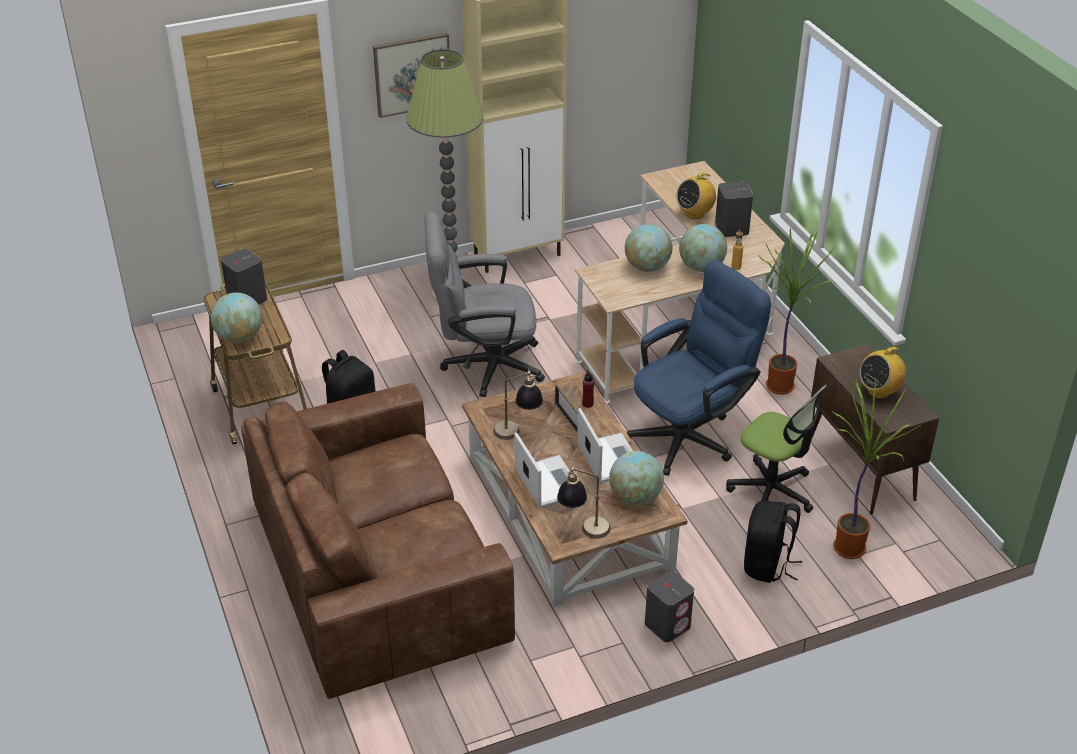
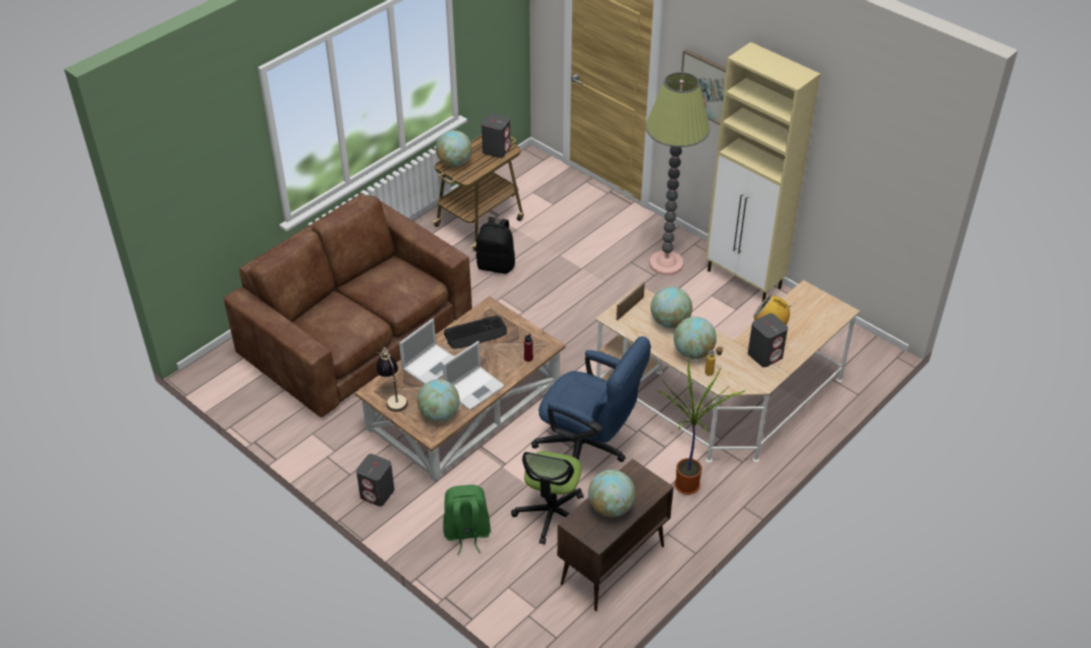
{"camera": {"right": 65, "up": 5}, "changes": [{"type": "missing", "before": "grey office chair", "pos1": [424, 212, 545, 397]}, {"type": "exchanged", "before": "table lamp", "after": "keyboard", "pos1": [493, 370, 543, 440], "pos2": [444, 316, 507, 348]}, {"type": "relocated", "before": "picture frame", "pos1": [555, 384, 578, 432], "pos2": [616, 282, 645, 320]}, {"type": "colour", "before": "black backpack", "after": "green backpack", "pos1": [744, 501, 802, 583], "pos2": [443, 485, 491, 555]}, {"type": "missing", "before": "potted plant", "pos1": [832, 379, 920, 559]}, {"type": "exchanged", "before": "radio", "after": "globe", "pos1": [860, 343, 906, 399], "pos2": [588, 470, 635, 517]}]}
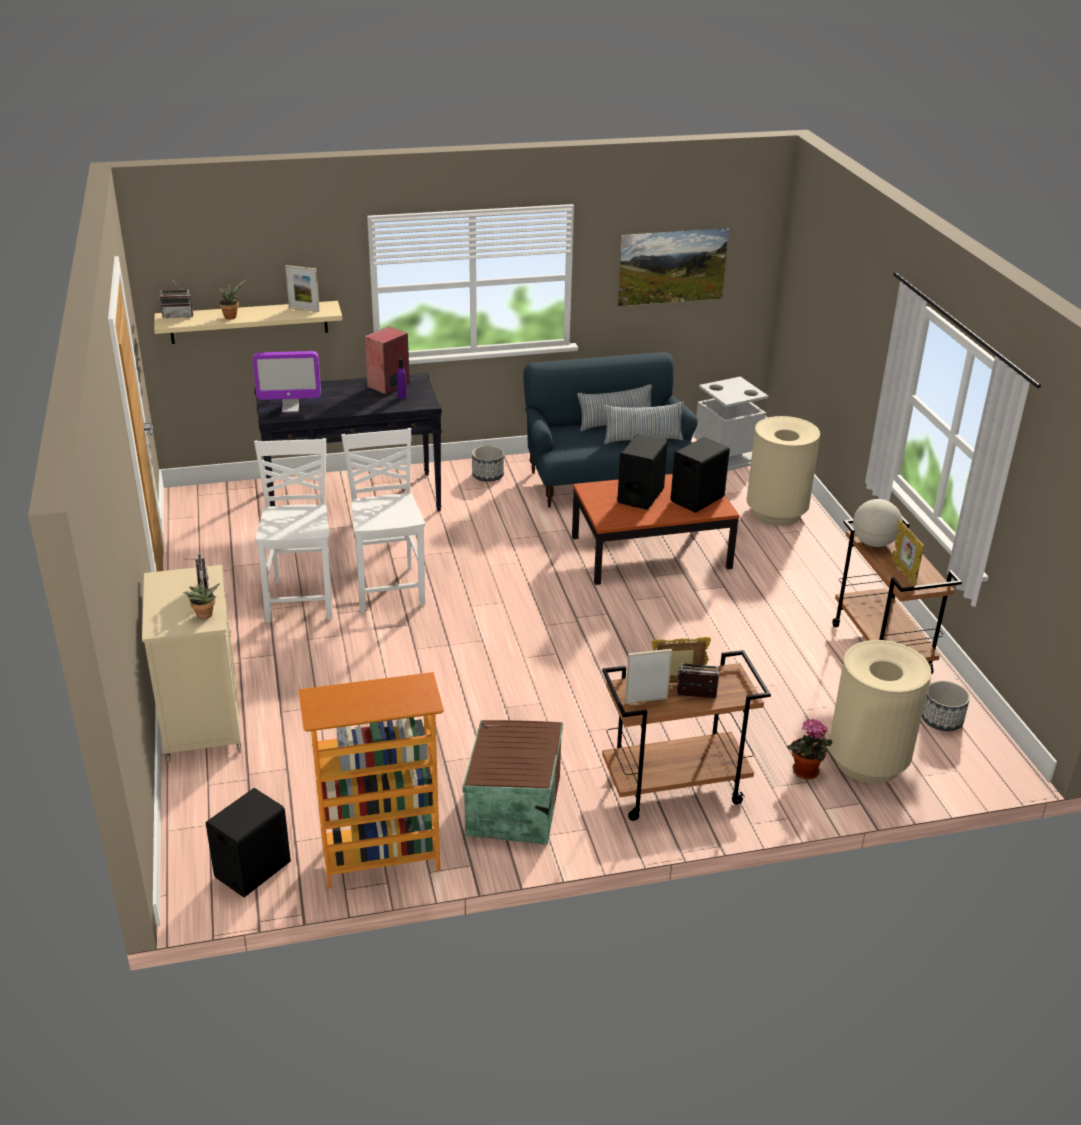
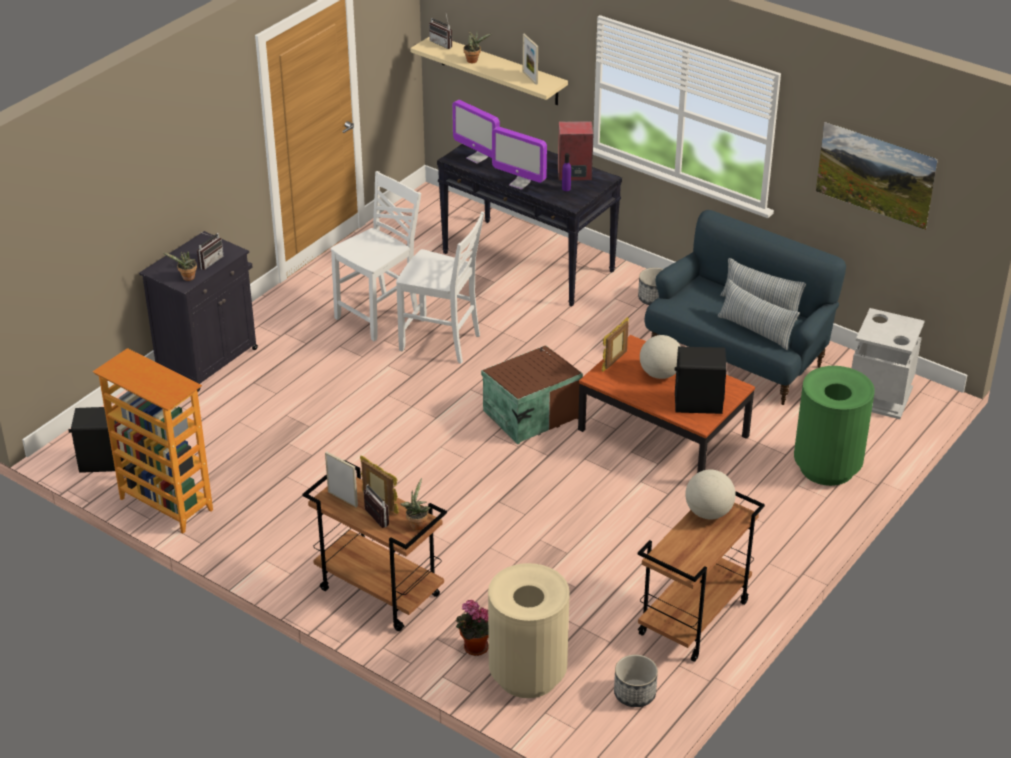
{"camera": {"right": 50, "up": 5}, "changes": [{"type": "colour", "before": "beige cabinet", "after": "black cabinet", "pos1": [142, 565, 241, 763], "pos2": [139, 231, 258, 392]}, {"type": "spun", "before": "white chair", "pos1": [341, 428, 425, 613], "pos2": [396, 212, 485, 364], "turn": 75}, {"type": "relocated", "before": "brown storage box", "pos1": [463, 720, 563, 845], "pos2": [481, 345, 583, 444]}, {"type": "exchanged", "before": "black speaker", "after": "globe", "pos1": [617, 434, 668, 510], "pos2": [640, 335, 681, 379]}, {"type": "colour", "before": "beige trash can", "after": "green trash can", "pos1": [747, 416, 820, 526], "pos2": [794, 366, 875, 486]}, {"type": "relocated", "before": "picture frame", "pos1": [891, 520, 924, 586], "pos2": [602, 317, 629, 372]}, {"type": "appeared", "after": "potted plant", "pos2": [400, 478, 431, 530]}, {"type": "appeared", "after": "monitor", "pos2": [492, 126, 547, 190]}]}
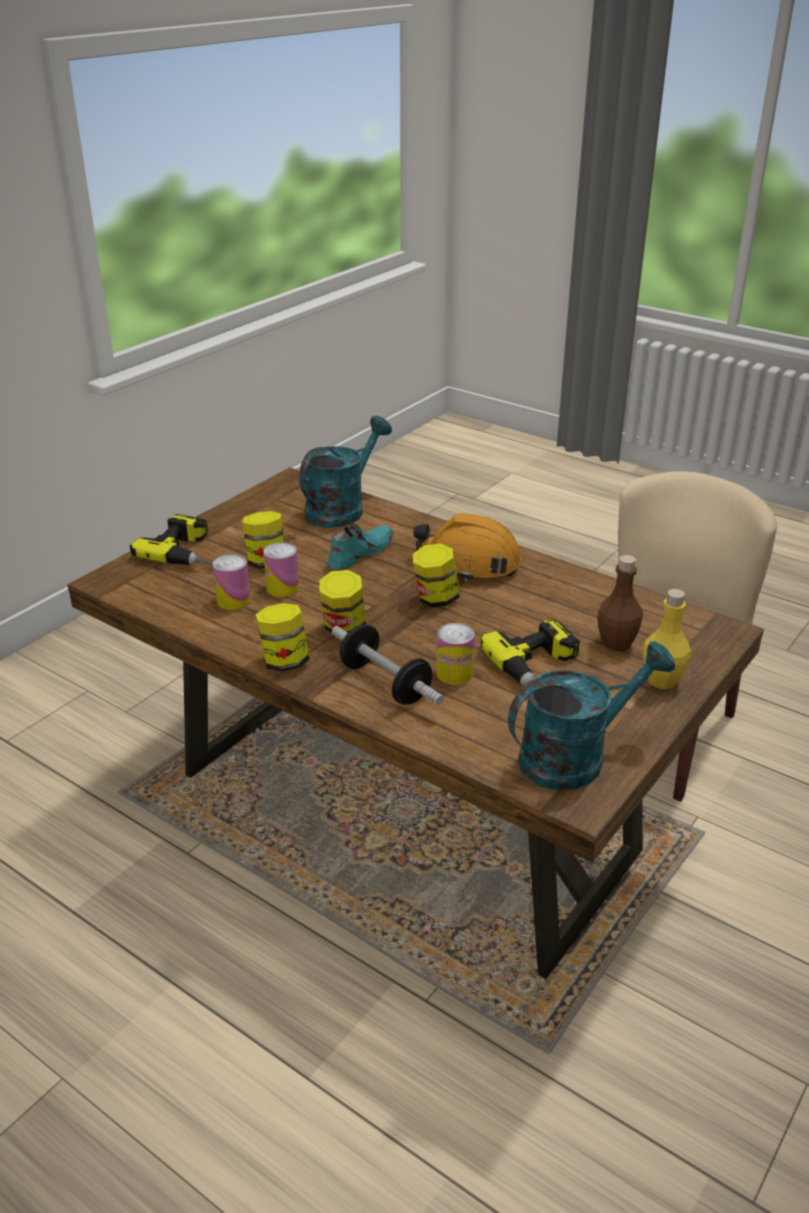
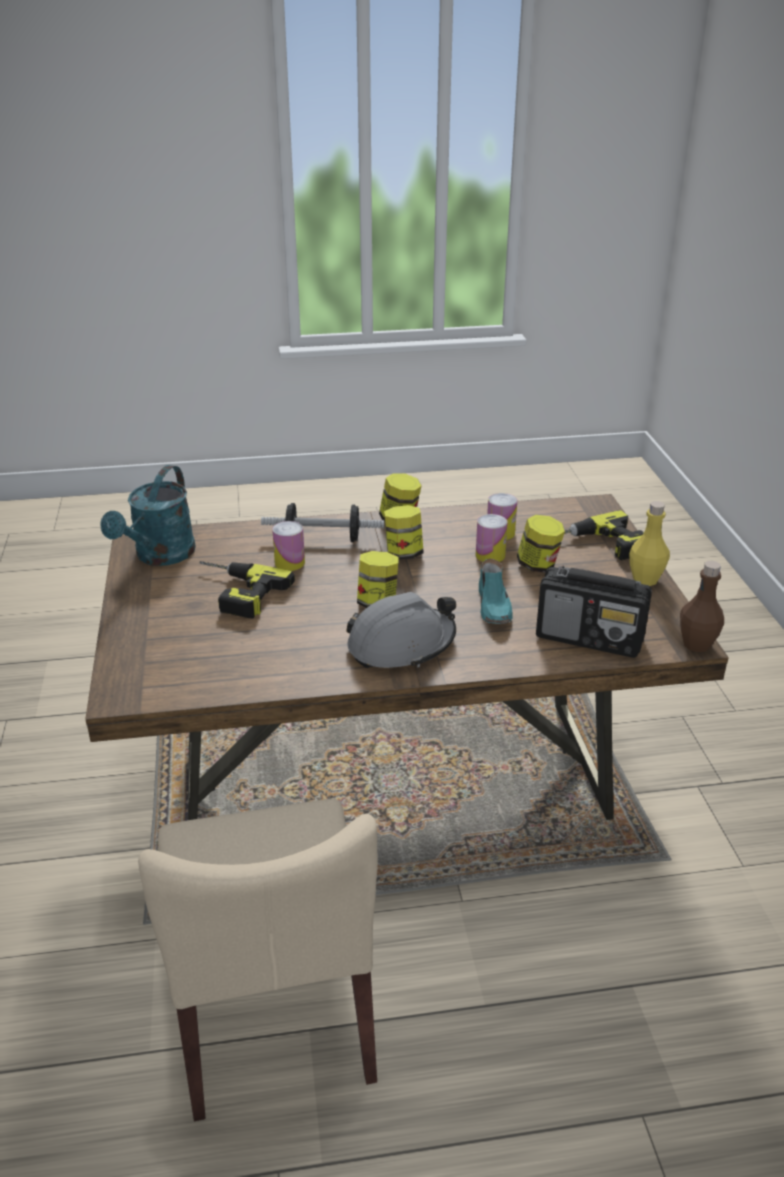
{"camera": {"right": 135, "up": 0}, "changes": [{"type": "exchanged", "before": "turquoise watering can", "after": "radio", "pos1": [299, 416, 392, 528], "pos2": [536, 566, 652, 658]}, {"type": "colour", "before": "orange hard hat", "after": "grey hard hat", "pos1": [413, 513, 521, 582], "pos2": [346, 592, 456, 668]}, {"type": "relocated", "before": "brown bottle", "pos1": [597, 555, 643, 651], "pos2": [680, 561, 724, 652]}, {"type": "relocated", "before": "yellow bottle", "pos1": [643, 589, 691, 689], "pos2": [629, 501, 670, 586]}]}
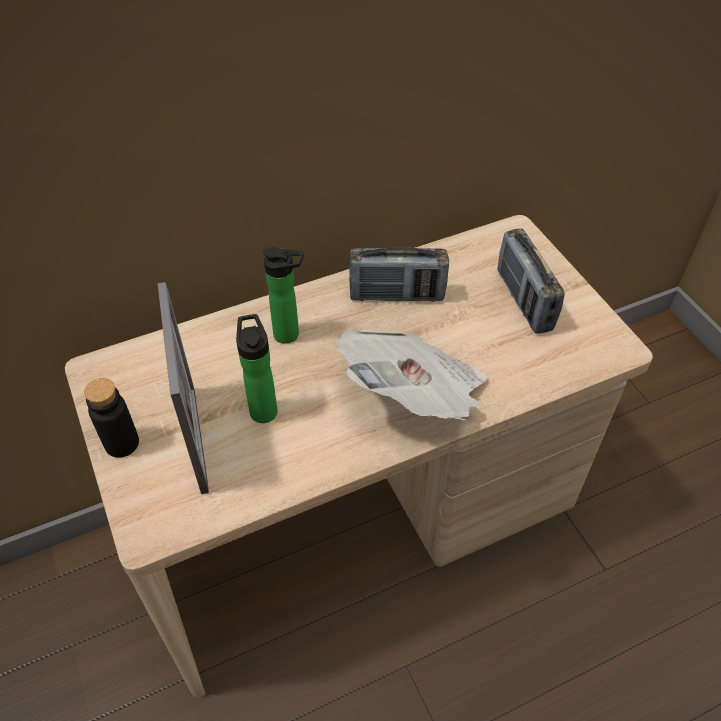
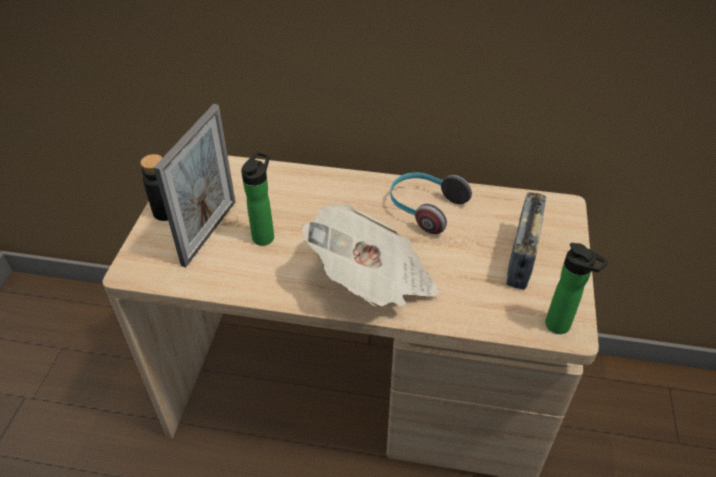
{"camera": {"right": 35, "up": -5}, "changes": [{"type": "relocated", "before": "bottle", "pos1": [262, 247, 304, 344], "pos2": [545, 243, 609, 334]}, {"type": "exchanged", "before": "radio", "after": "headphones", "pos1": [349, 247, 449, 302], "pos2": [390, 173, 472, 234]}]}
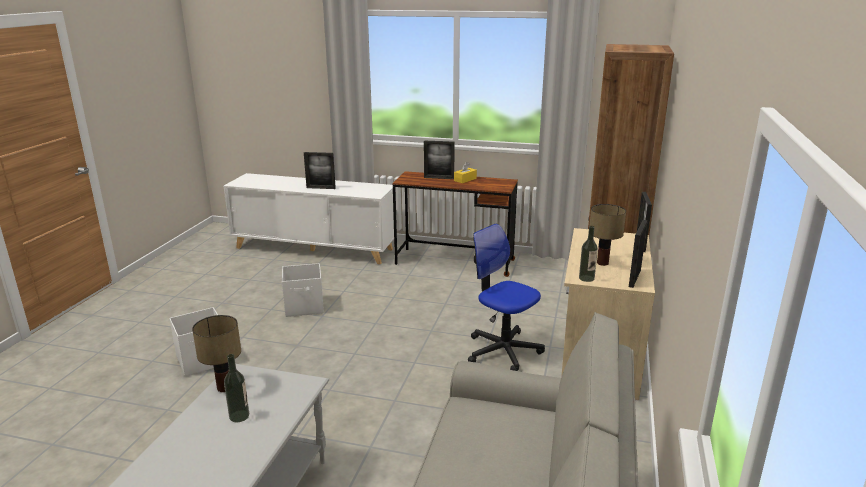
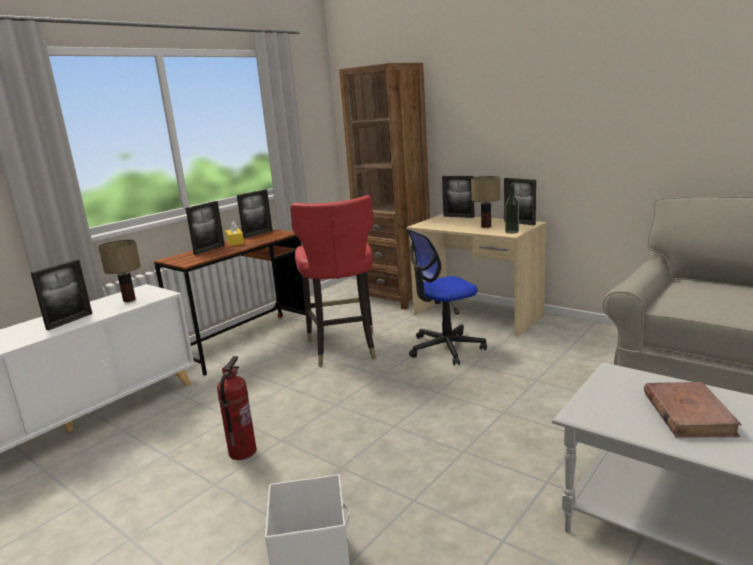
{"camera": {"right": -65, "up": -5}, "changes": [{"type": "relocated", "before": "table lamp", "pos1": [192, 315, 241, 392], "pos2": [98, 240, 141, 302]}, {"type": "exchanged", "before": "bottle", "after": "brown book", "pos1": [224, 354, 249, 422], "pos2": [644, 382, 742, 437]}, {"type": "exchanged", "before": "white storage box", "after": "fire extinguisher", "pos1": [282, 263, 324, 317], "pos2": [217, 356, 257, 460]}, {"type": "appeared", "after": "picture frame", "pos2": [237, 189, 273, 238]}, {"type": "appeared", "after": "red chair", "pos2": [290, 195, 376, 367]}]}
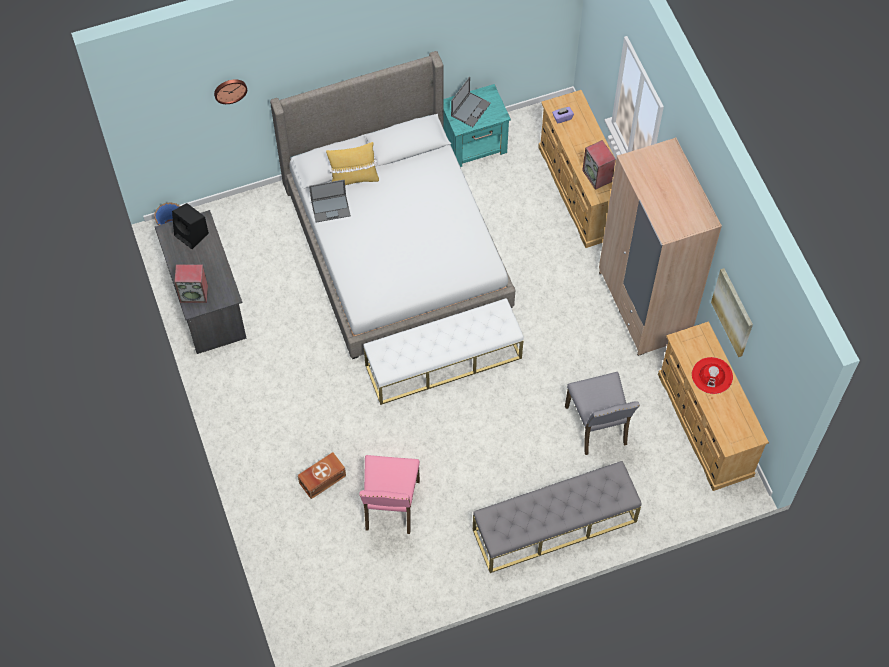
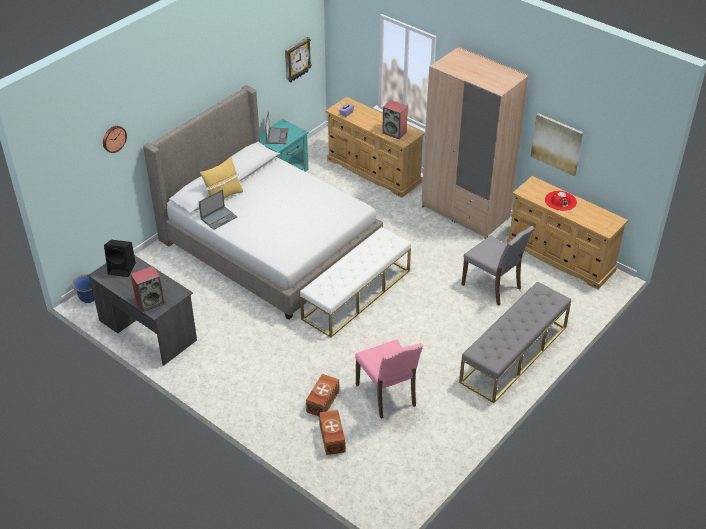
{"camera": {"right": -30, "up": -20}, "changes": [{"type": "appeared", "after": "wall clock", "pos2": [285, 37, 312, 82]}, {"type": "appeared", "after": "brown storage box", "pos2": [319, 410, 345, 455]}]}
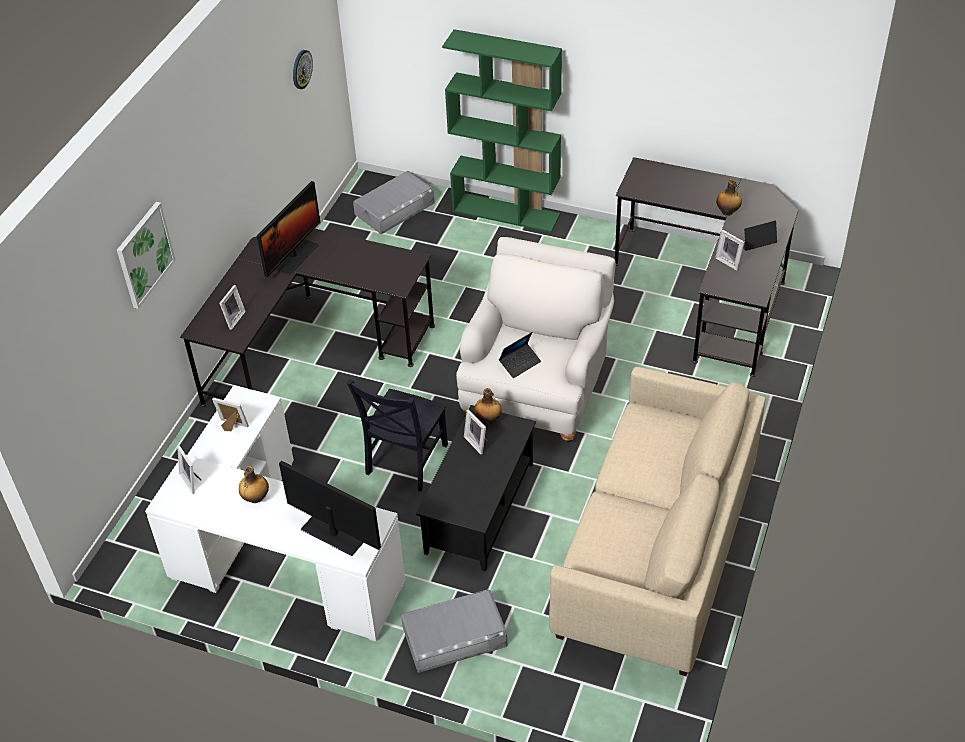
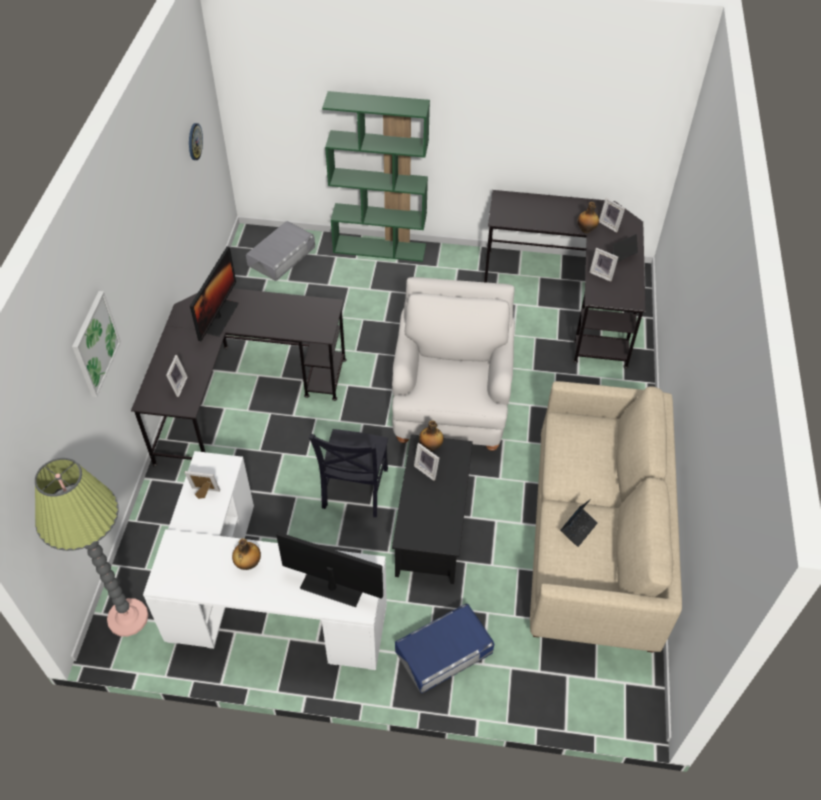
{"camera": {"right": -15, "up": 5}, "changes": [{"type": "relocated", "before": "picture frame", "pos1": [177, 445, 201, 494], "pos2": [599, 198, 625, 233]}, {"type": "colour", "before": "grey storage box", "after": "blue storage box", "pos1": [401, 589, 507, 673], "pos2": [395, 604, 494, 693]}, {"type": "relocated", "before": "laptop", "pos1": [499, 332, 541, 378], "pos2": [560, 499, 597, 547]}, {"type": "appeared", "after": "floor lamp", "pos2": [35, 458, 149, 637]}]}
